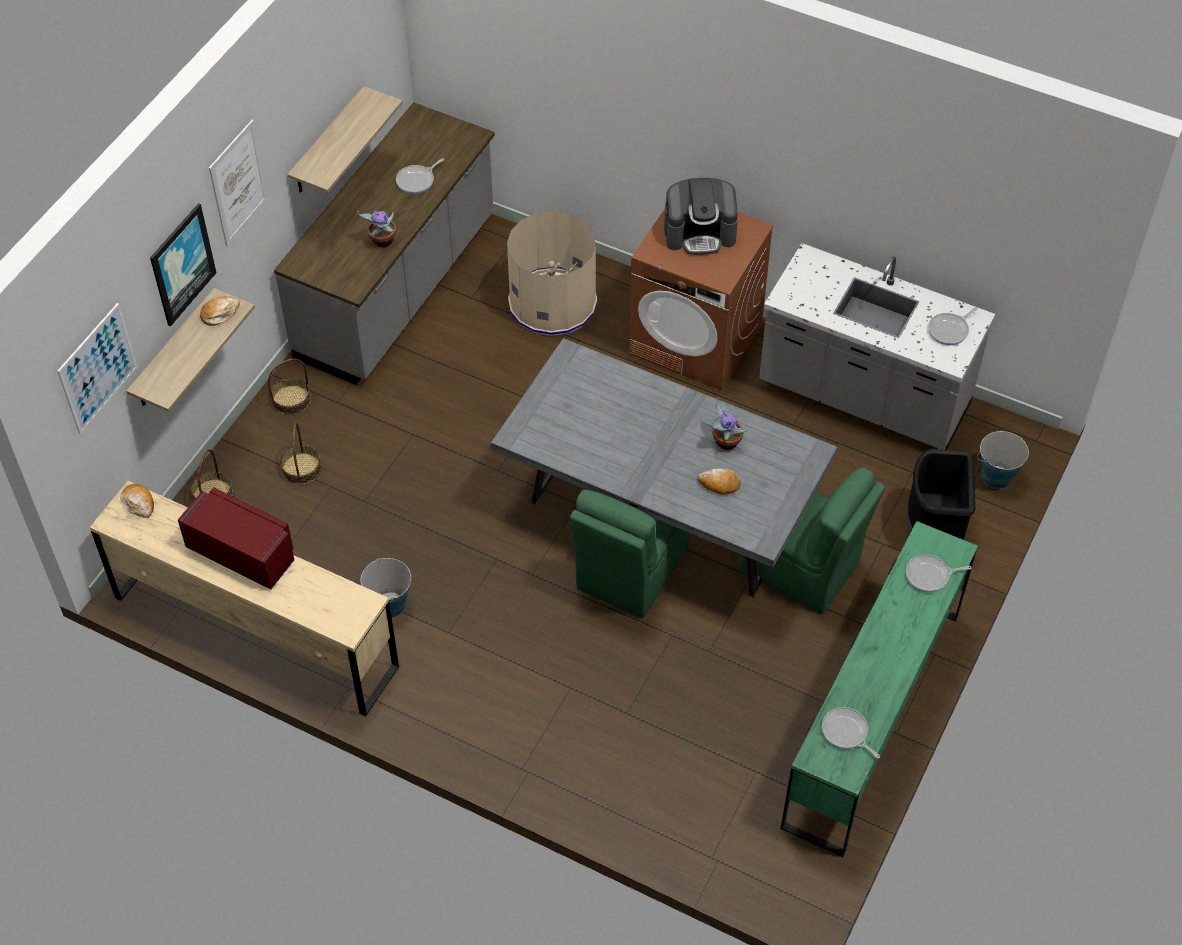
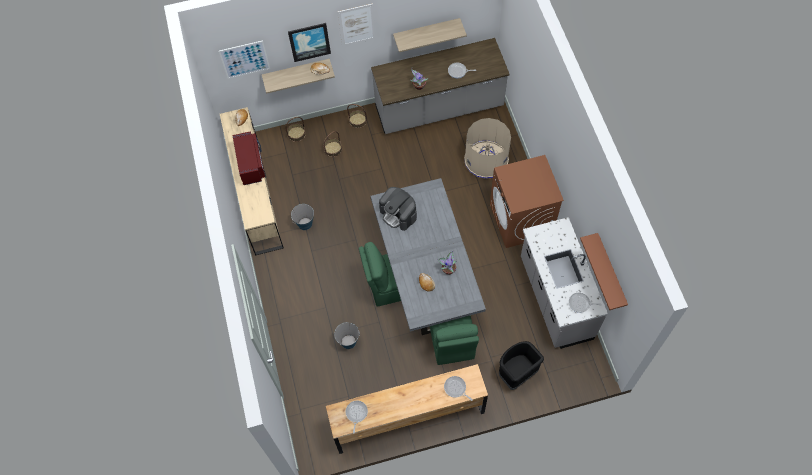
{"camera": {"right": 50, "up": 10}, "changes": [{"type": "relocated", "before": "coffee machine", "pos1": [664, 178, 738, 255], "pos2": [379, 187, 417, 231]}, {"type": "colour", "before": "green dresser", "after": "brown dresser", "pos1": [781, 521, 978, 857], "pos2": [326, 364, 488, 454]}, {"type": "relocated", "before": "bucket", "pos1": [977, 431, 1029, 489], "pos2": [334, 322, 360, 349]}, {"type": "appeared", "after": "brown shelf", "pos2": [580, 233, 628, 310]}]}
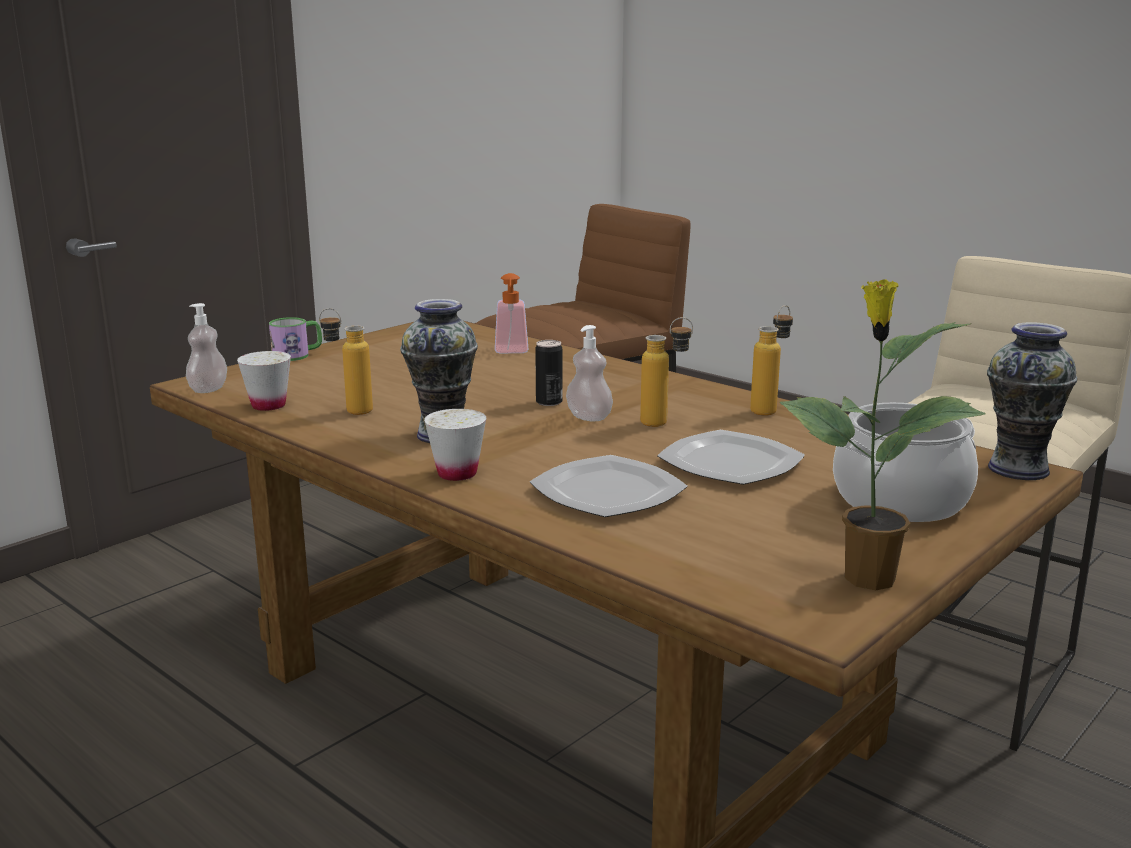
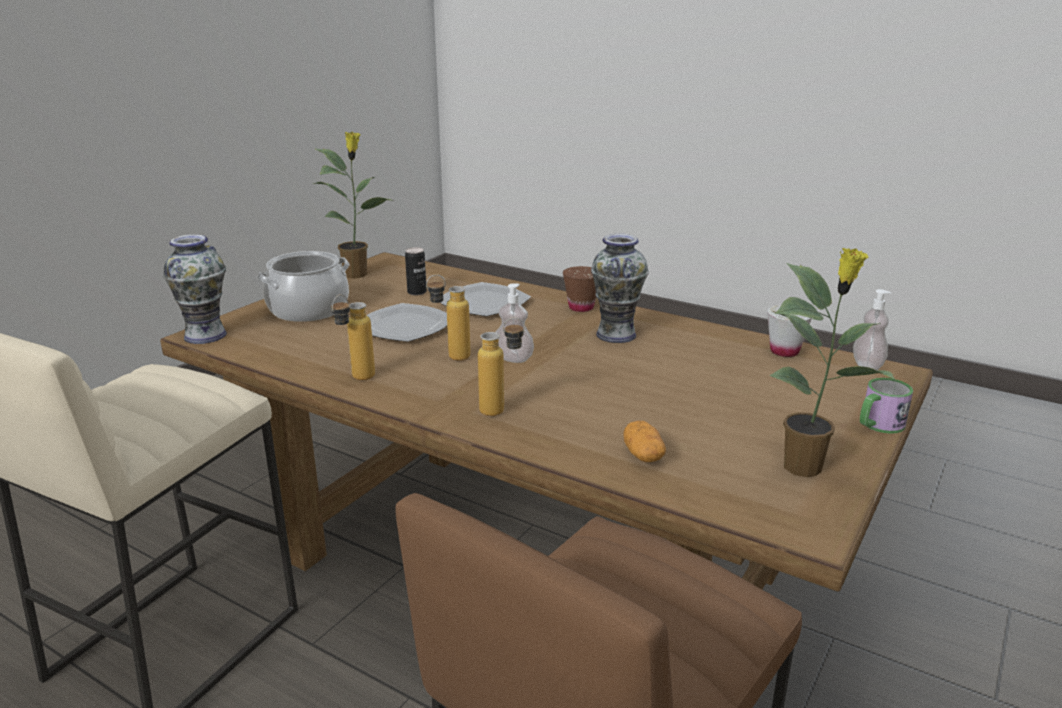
{"camera": {"right": 170, "up": 5}, "changes": [{"type": "relocated", "before": "bottle", "pos1": [319, 308, 373, 415], "pos2": [478, 317, 525, 416]}, {"type": "colour", "before": "white cup", "after": "brown cup", "pos1": [424, 409, 486, 481], "pos2": [563, 266, 596, 312]}, {"type": "exchanged", "before": "soap dispenser", "after": "potato", "pos1": [495, 273, 528, 353], "pos2": [623, 421, 666, 462]}, {"type": "relocated", "before": "can", "pos1": [535, 340, 562, 406], "pos2": [405, 247, 427, 295]}, {"type": "appeared", "after": "potted plant", "pos2": [769, 248, 896, 477]}]}
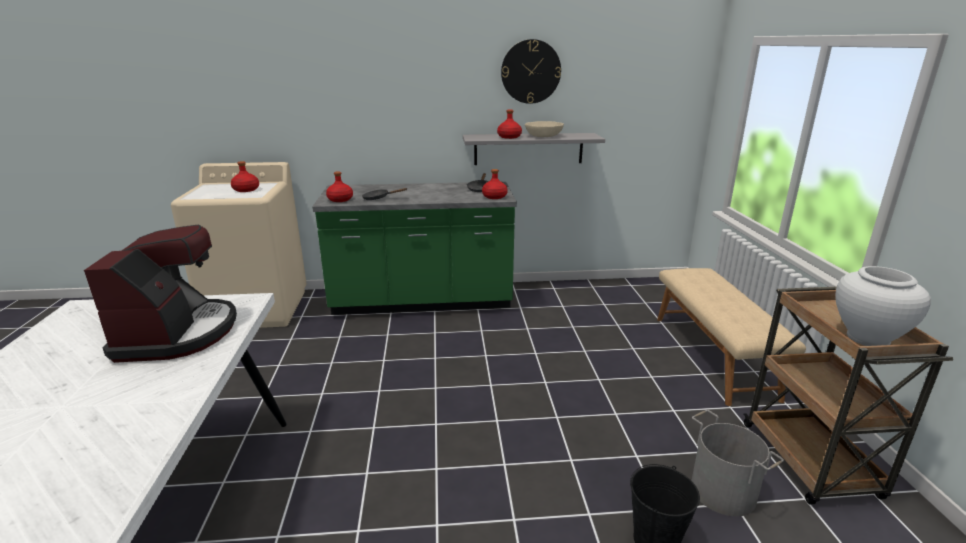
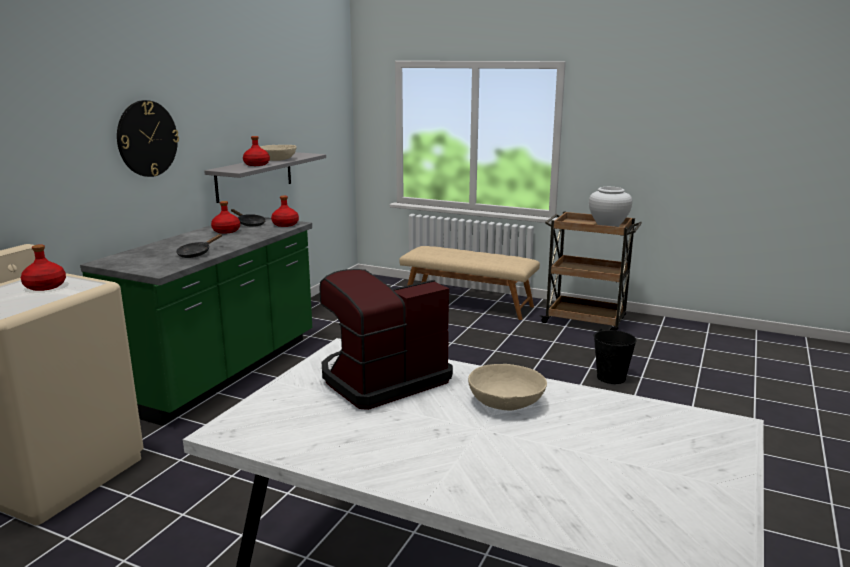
{"camera": {"right": -60, "up": -5}, "changes": [{"type": "spun", "before": "coffee machine", "pos1": [84, 225, 237, 363], "pos2": [319, 269, 453, 410], "turn": -60}, {"type": "relocated", "before": "red bottle", "pos1": [326, 171, 353, 202], "pos2": [211, 201, 240, 234]}, {"type": "relocated", "before": "wall clock", "pos1": [501, 39, 561, 104], "pos2": [117, 100, 179, 177]}, {"type": "missing", "before": "grey bucket", "pos1": [691, 410, 784, 516]}, {"type": "appeared", "after": "beige bowl", "pos2": [468, 364, 547, 411]}]}
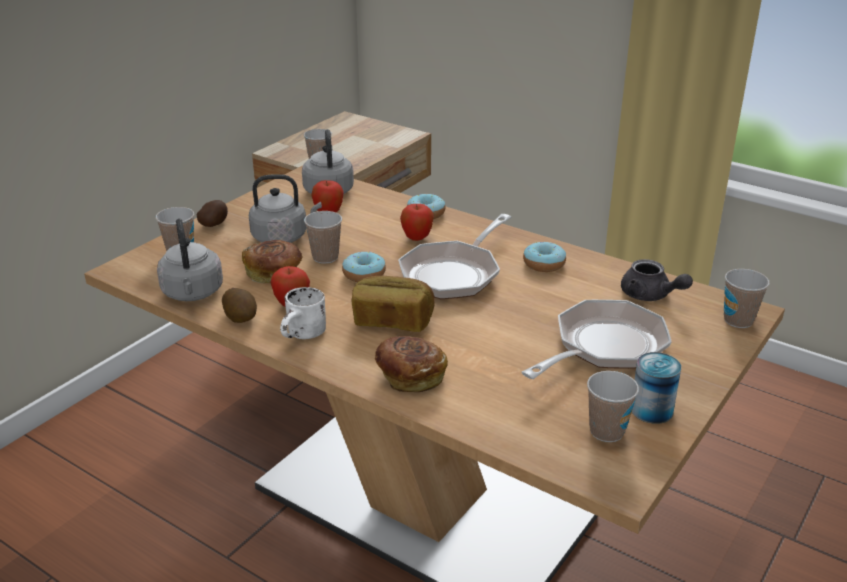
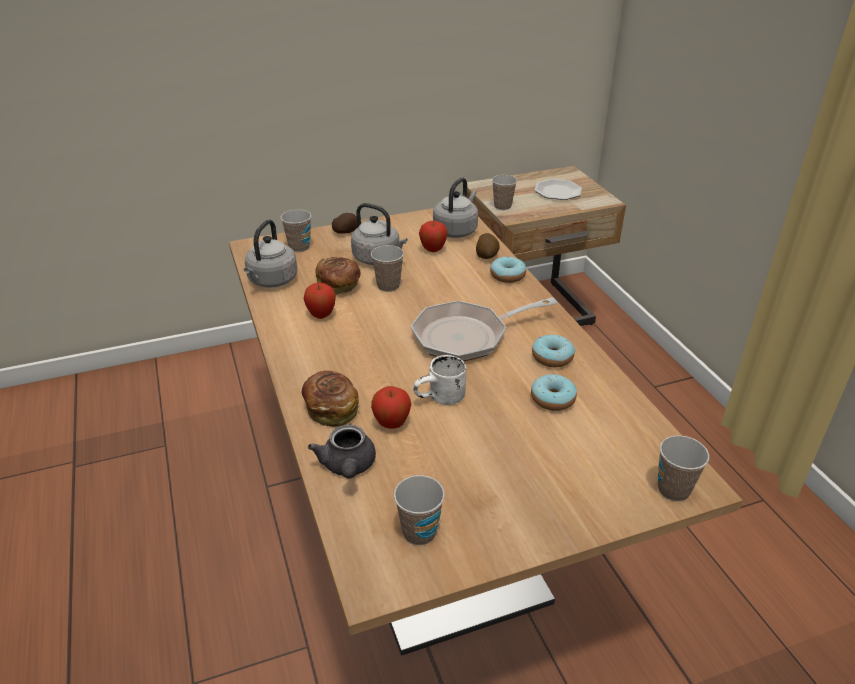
{"camera": {"right": 35, "up": 5}, "changes": [{"type": "relocated", "before": "potato", "pos1": [222, 288, 257, 323], "pos2": [476, 233, 500, 259]}, {"type": "relocated", "before": "white mug", "pos1": [280, 287, 326, 339], "pos2": [413, 355, 466, 405]}, {"type": "relocated", "before": "donut", "pos1": [342, 252, 386, 282], "pos2": [531, 374, 577, 411]}, {"type": "missing", "before": "bread", "pos1": [352, 276, 435, 332]}, {"type": "relocated", "before": "apple", "pos1": [400, 204, 434, 241], "pos2": [371, 386, 411, 429]}, {"type": "missing", "before": "frying pan", "pos1": [522, 300, 672, 379]}, {"type": "relocated", "before": "grey teapot", "pos1": [621, 259, 693, 301], "pos2": [308, 425, 376, 479]}, {"type": "missing", "before": "can", "pos1": [632, 352, 681, 424]}, {"type": "appeared", "after": "plate", "pos2": [534, 179, 582, 200]}]}
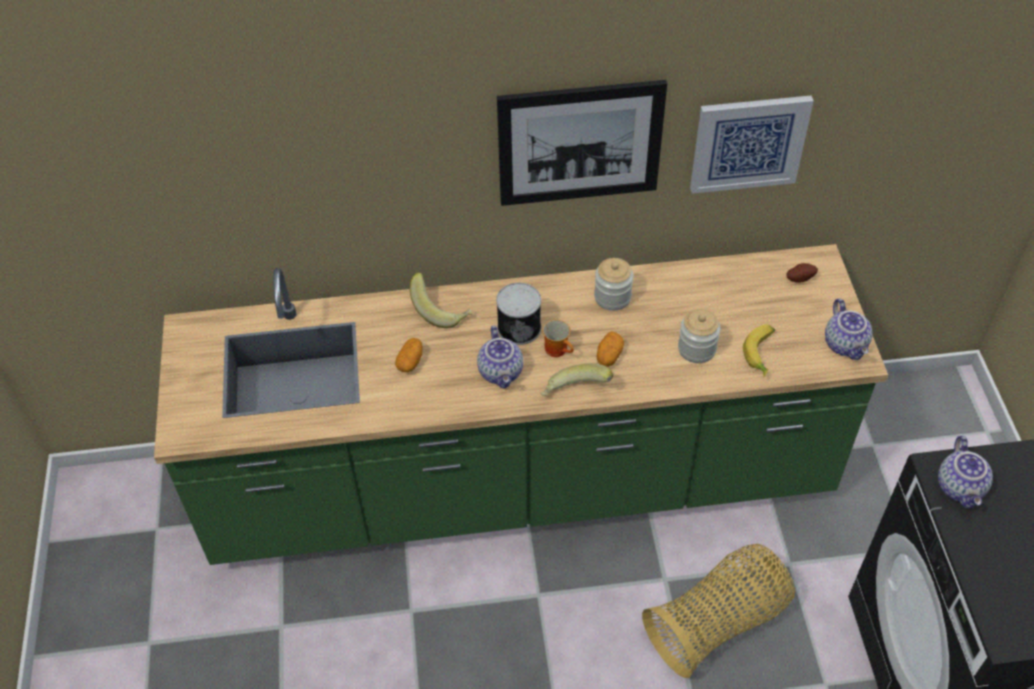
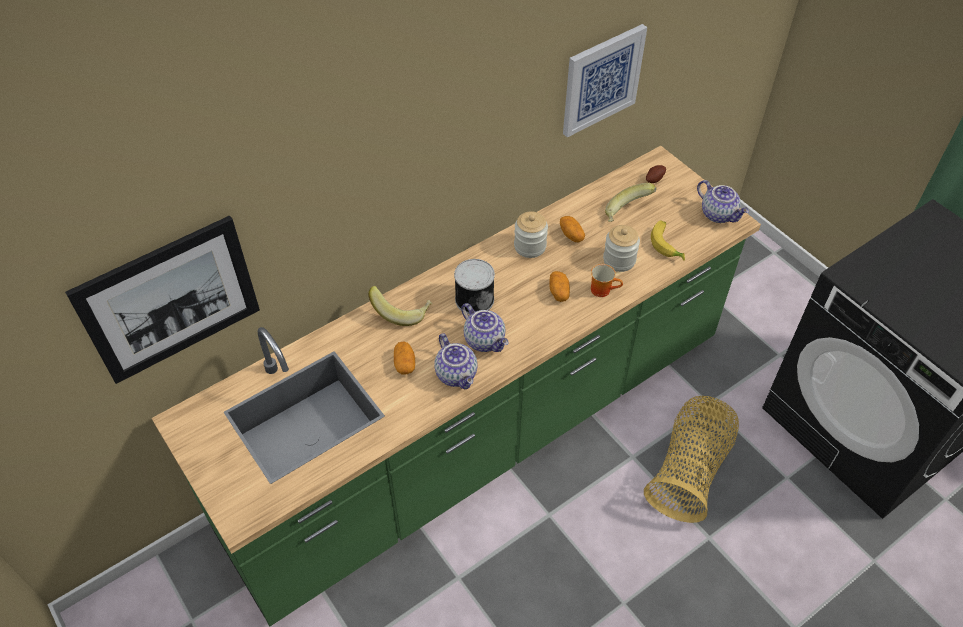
{"camera": {"right": -30, "up": 0}, "changes": [{"type": "relocated", "before": "picture", "pos1": [497, 80, 667, 206], "pos2": [65, 216, 260, 384]}, {"type": "relocated", "before": "banana", "pos1": [541, 363, 613, 396], "pos2": [605, 183, 656, 222]}, {"type": "relocated", "before": "mug", "pos1": [542, 319, 574, 357], "pos2": [591, 264, 623, 297]}, {"type": "relocated", "before": "teapot", "pos1": [938, 436, 993, 509], "pos2": [434, 333, 478, 389]}, {"type": "appeared", "after": "potato", "pos2": [560, 216, 585, 242]}]}
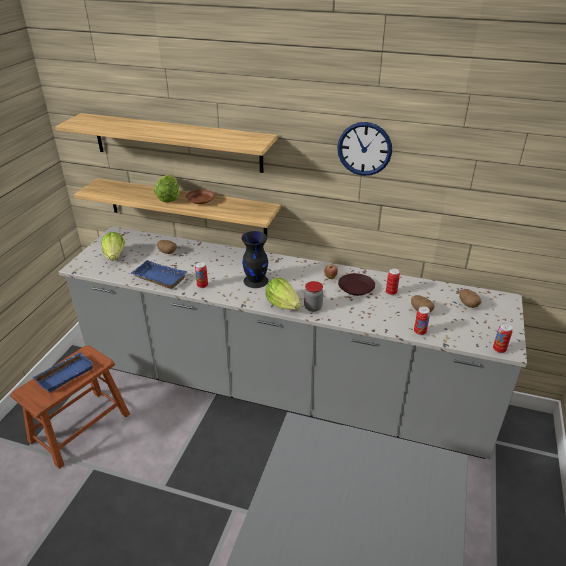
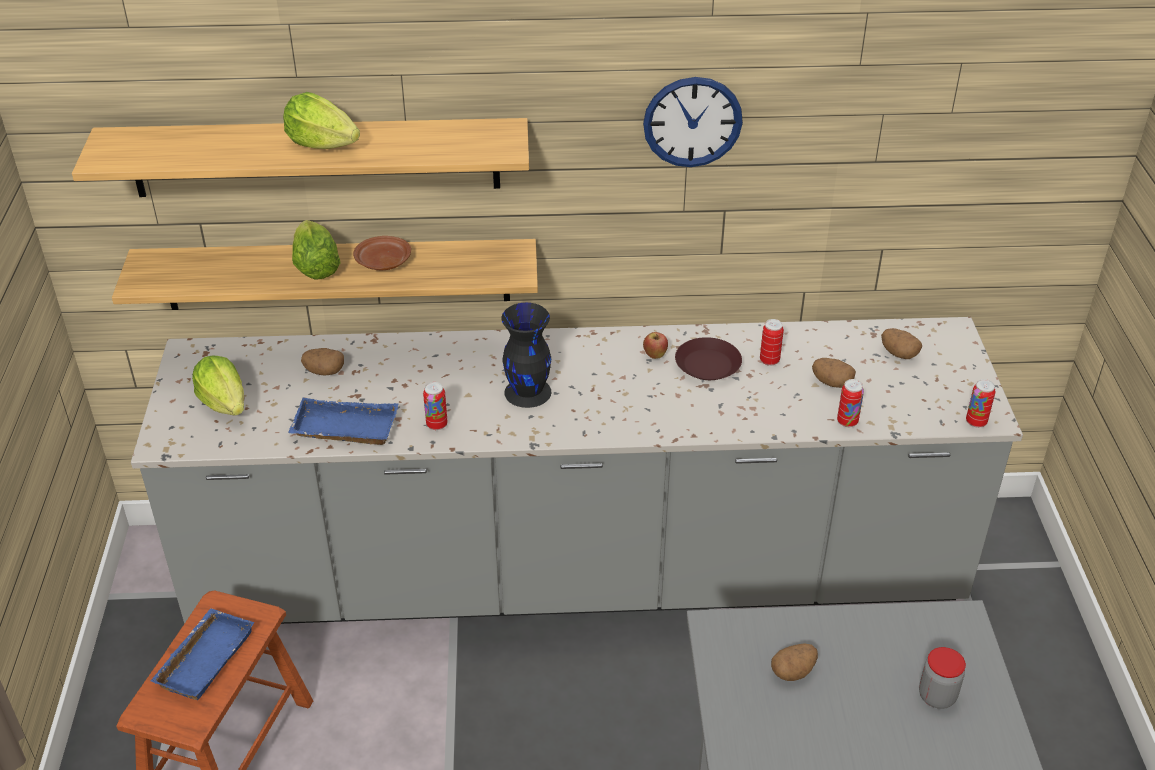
{"camera": {"right": -20, "up": 5}, "changes": [{"type": "relocated", "before": "lettuce", "pos1": [265, 278, 301, 310], "pos2": [283, 92, 360, 149]}, {"type": "relocated", "before": "jar", "pos1": [304, 281, 323, 312], "pos2": [919, 647, 966, 709]}, {"type": "appeared", "after": "potato", "pos2": [771, 643, 818, 681]}]}
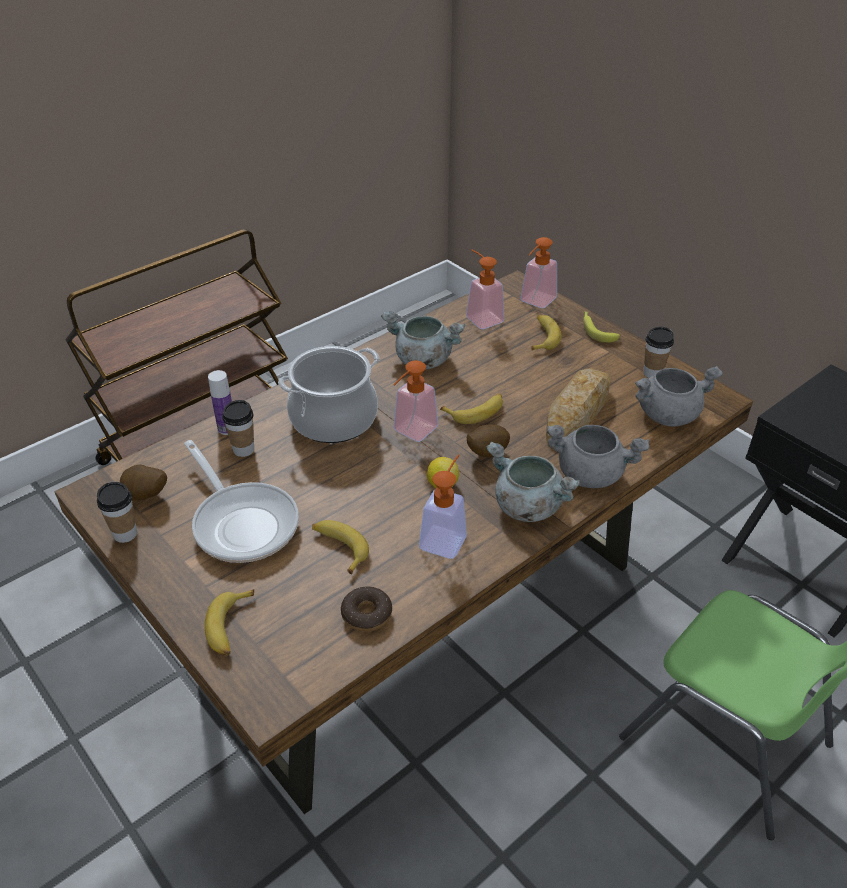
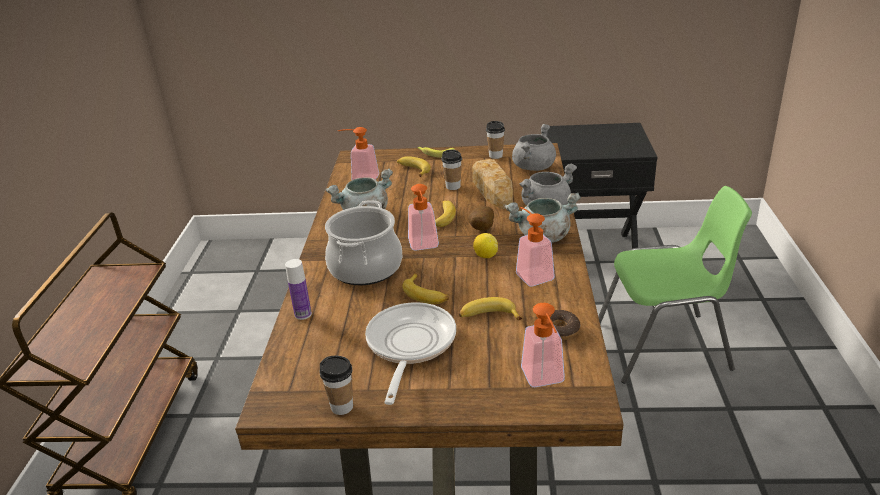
{"camera": {"right": -45, "up": -10}, "changes": [{"type": "missing", "before": "potato", "pos1": [120, 465, 167, 501]}, {"type": "spun", "before": "frying pan", "pos1": [184, 440, 299, 563], "pos2": [365, 302, 456, 405], "turn": -90}, {"type": "relocated", "before": "banana", "pos1": [205, 589, 254, 656], "pos2": [402, 273, 449, 304]}, {"type": "relocated", "before": "cup", "pos1": [222, 400, 254, 457], "pos2": [441, 150, 462, 190]}, {"type": "relocated", "before": "soap dispenser", "pos1": [520, 237, 557, 308], "pos2": [521, 303, 565, 387]}]}
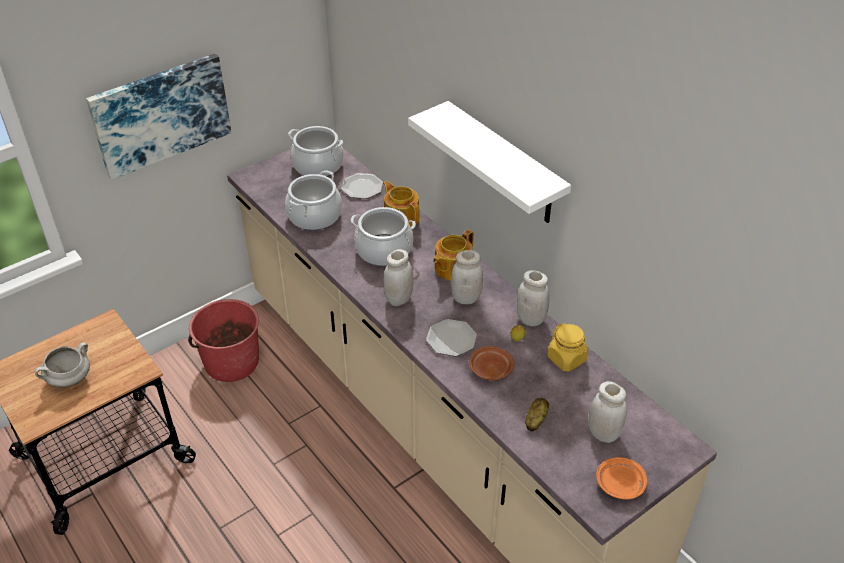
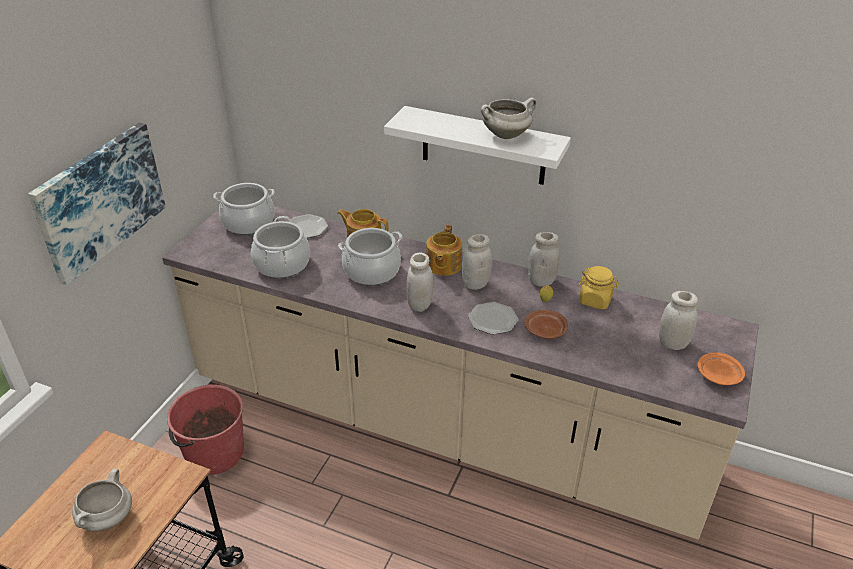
{"camera": {"right": -30, "up": -5}, "changes": [{"type": "missing", "before": "potato", "pos1": [525, 398, 549, 432]}, {"type": "appeared", "after": "white cooking pot", "pos2": [481, 98, 537, 139]}]}
